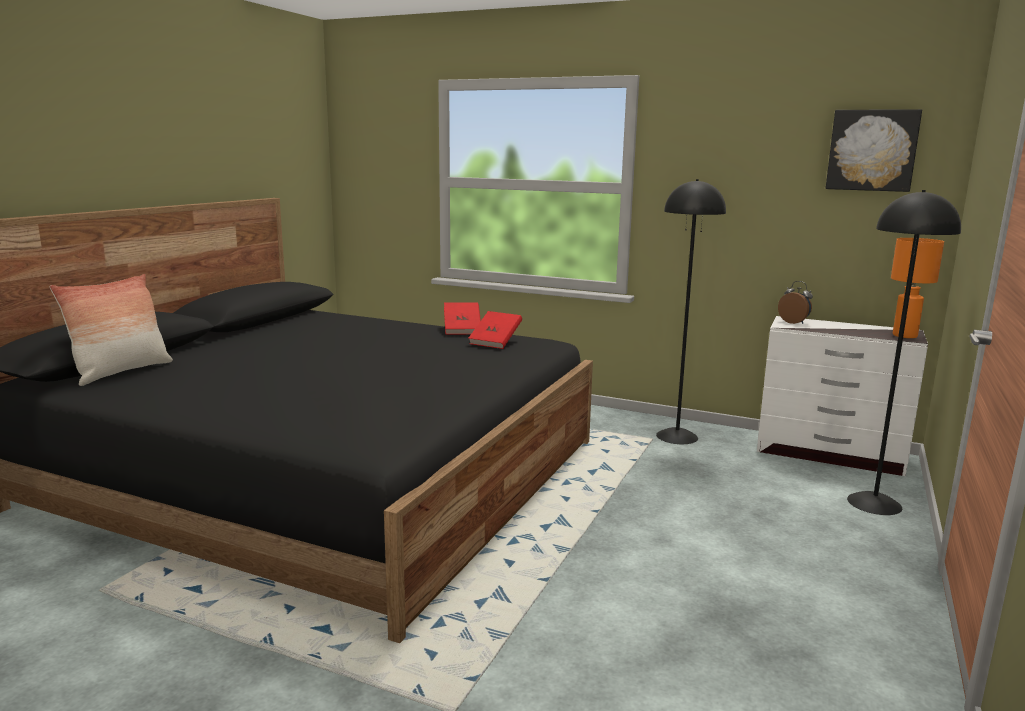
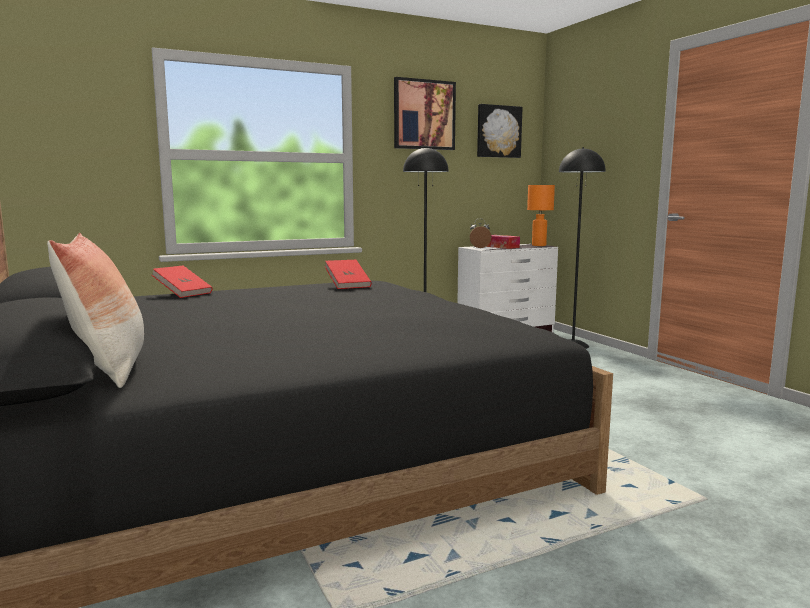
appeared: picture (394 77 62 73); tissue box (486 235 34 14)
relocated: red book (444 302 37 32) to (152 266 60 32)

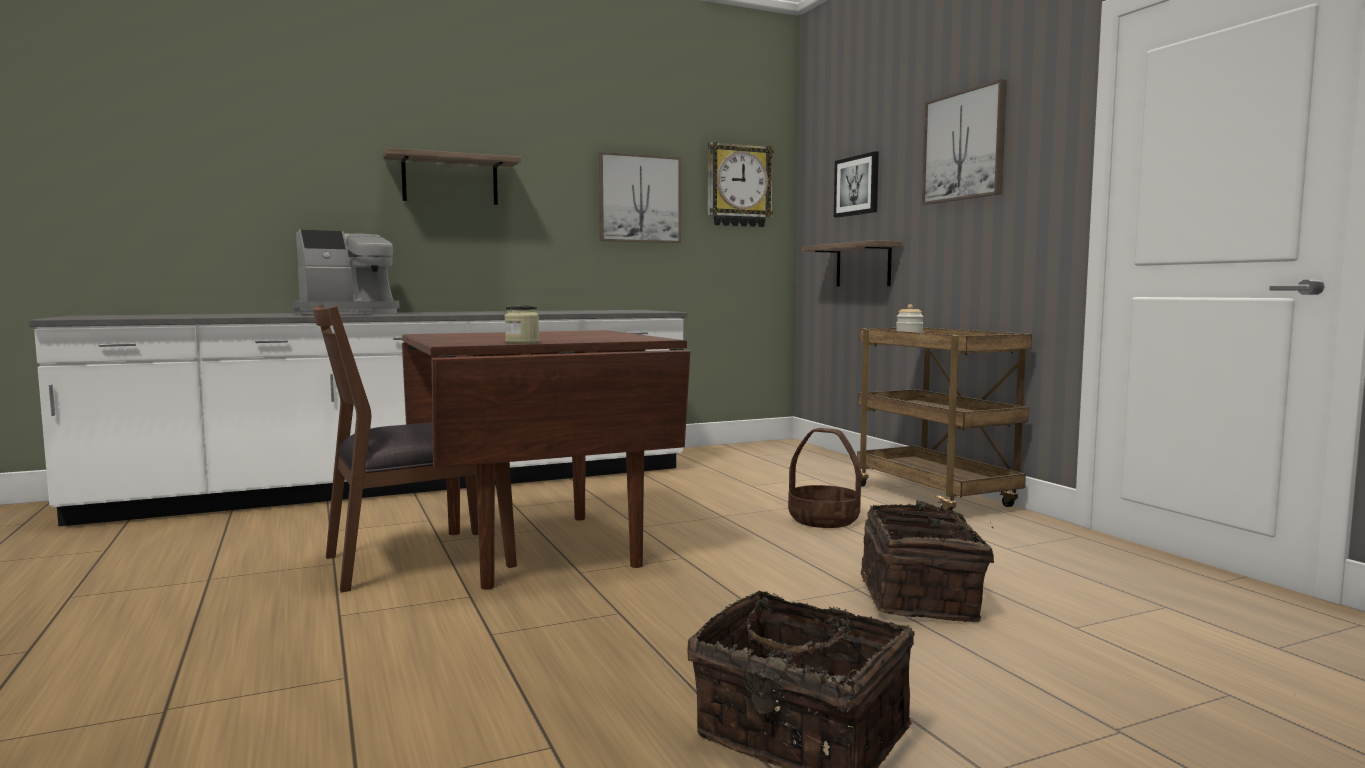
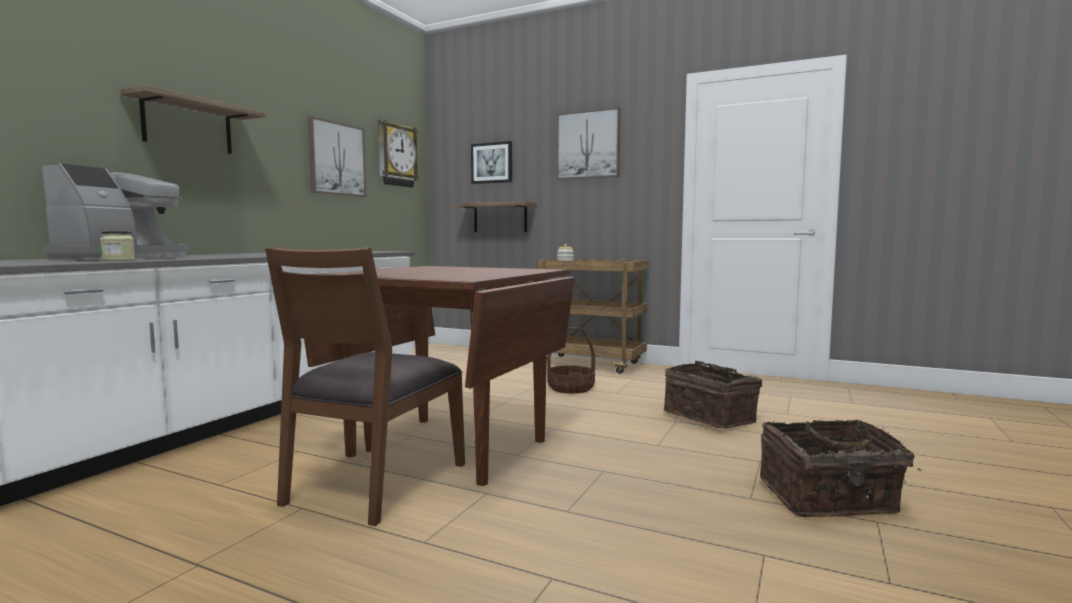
relocated: jar (505 306 34 37) to (100 231 35 30)

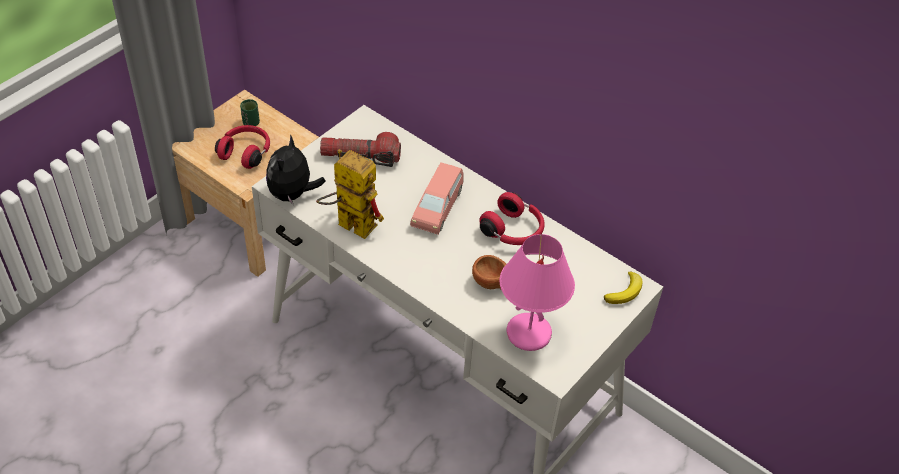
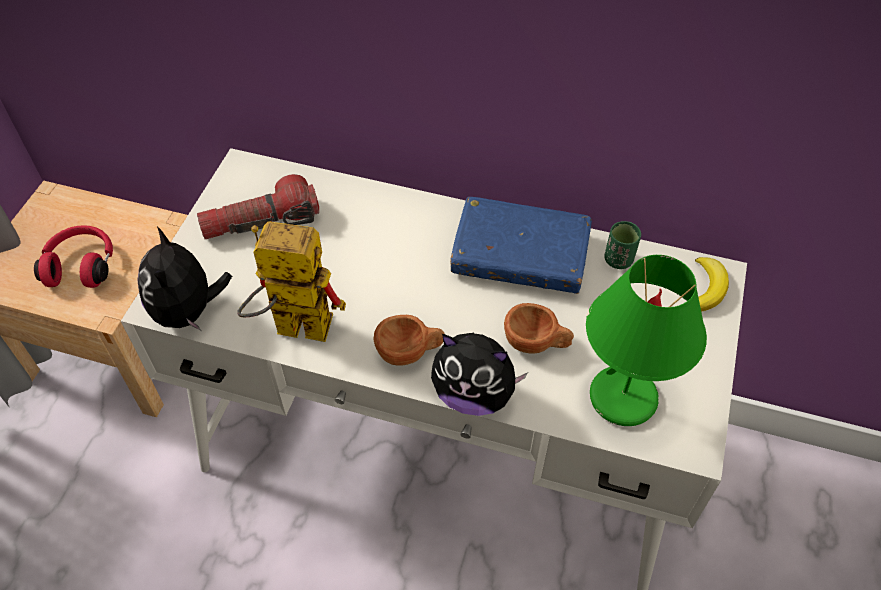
missing: pink toy car (410 162 54 72)
appeared: brown cup (373 315 71 51); plush toy (431 332 97 84)
relocated: green cup (240 99 20 27) to (604 221 37 48)
exchanged: red headphones (479 192 65 53) to blue book (450 197 142 97)
colour: pink table lamp (499 234 76 117) to green table lamp (586 255 121 171)

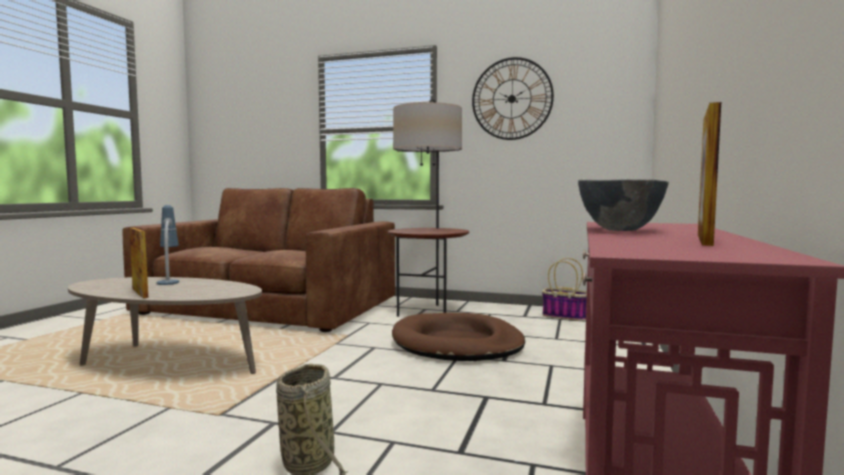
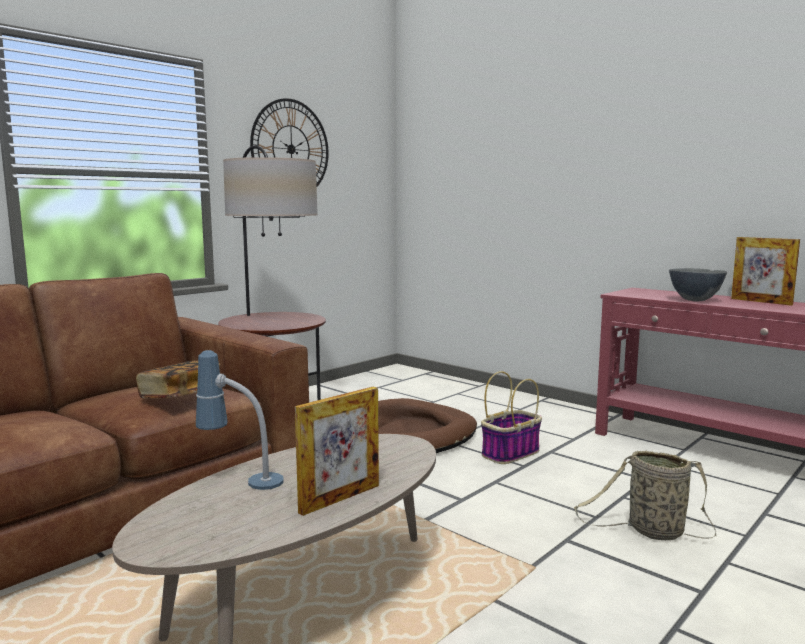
appeared: book (136 361 85 37)
relocated: basket (542 258 45 63) to (481 371 61 93)
spun: picture frame (129 228 19 70) = (295 387 84 129) 150 degrees clockwise

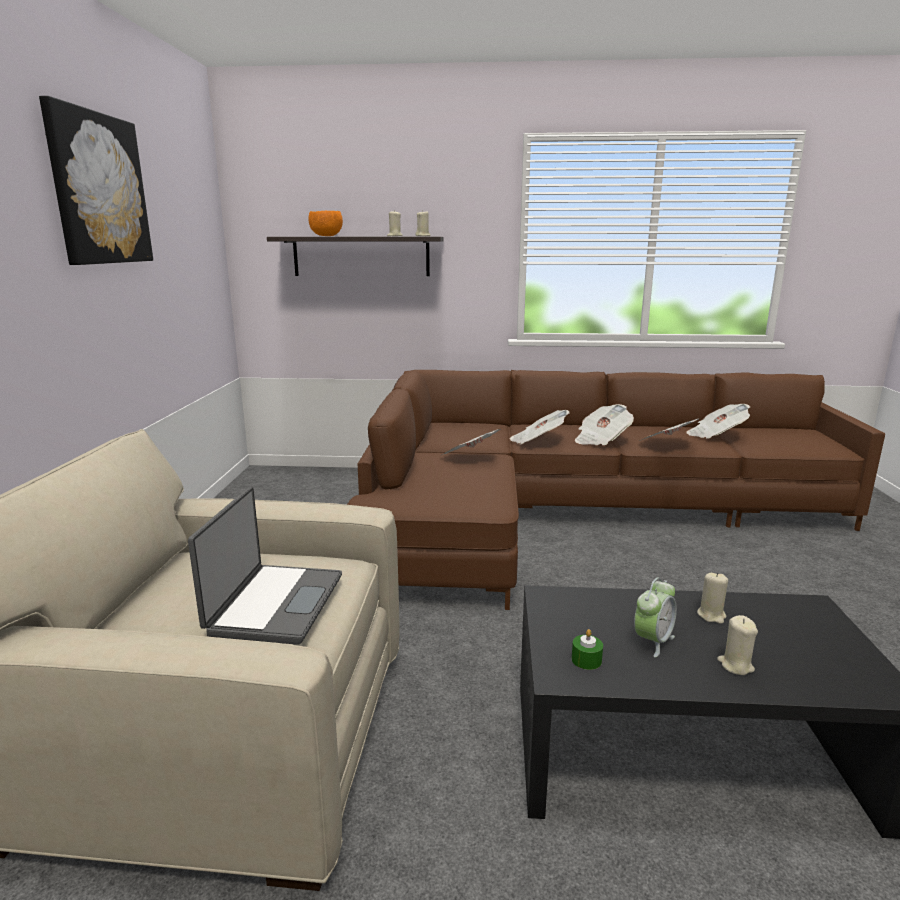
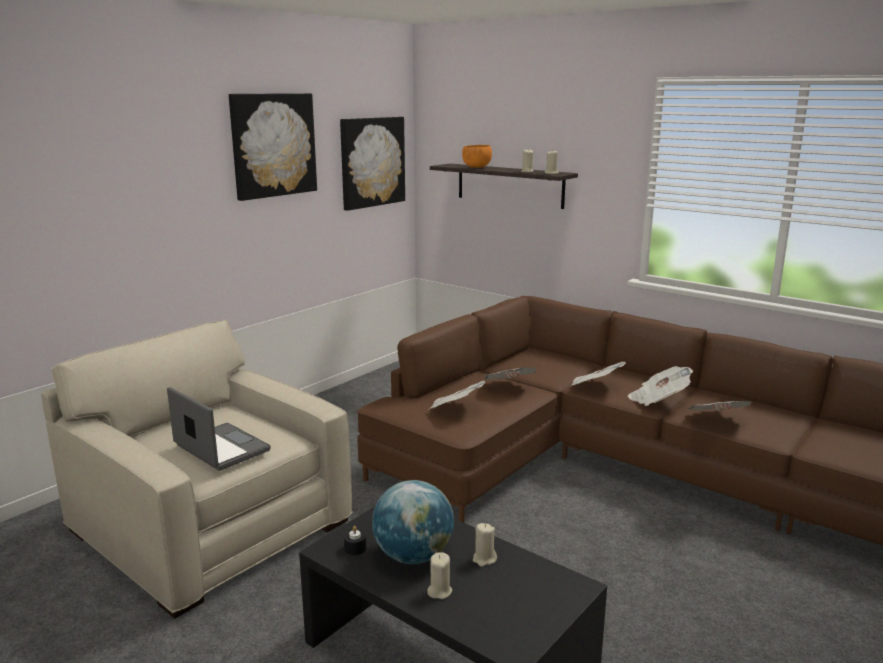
appeared: picture (340 117 65 94)
relocated: newspaper (686 404 64 35) to (428 381 57 29)
exchanged: alarm clock (634 578 43 79) to globe (372 480 82 84)
colour: green candle (572 629 31 41) to black candle (344 526 22 29)
spun: laptop (188 487 154 158) = (167 387 104 84) 90 degrees counterclockwise

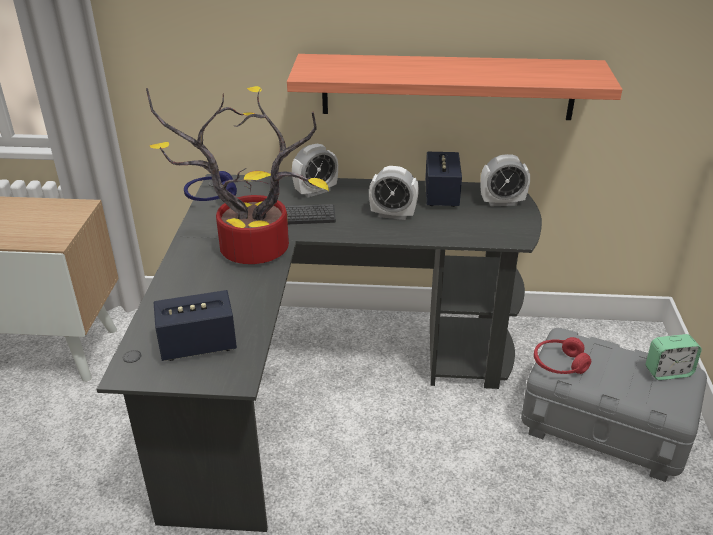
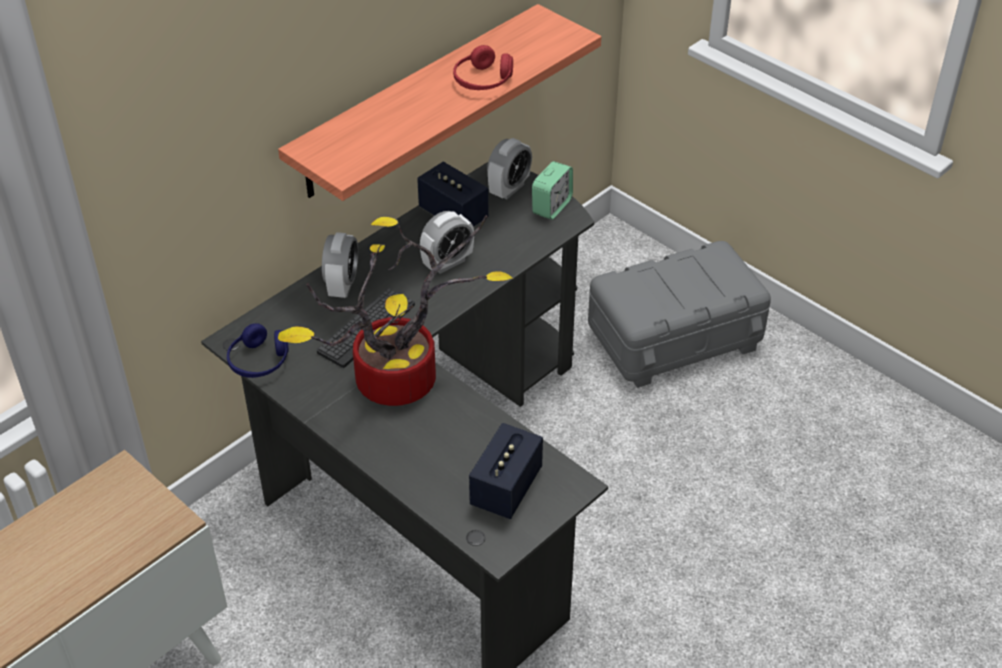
relocated: red headphones (534 337 57 37) to (453 45 60 45); alarm clock (646 334 56 46) to (532 161 41 59)

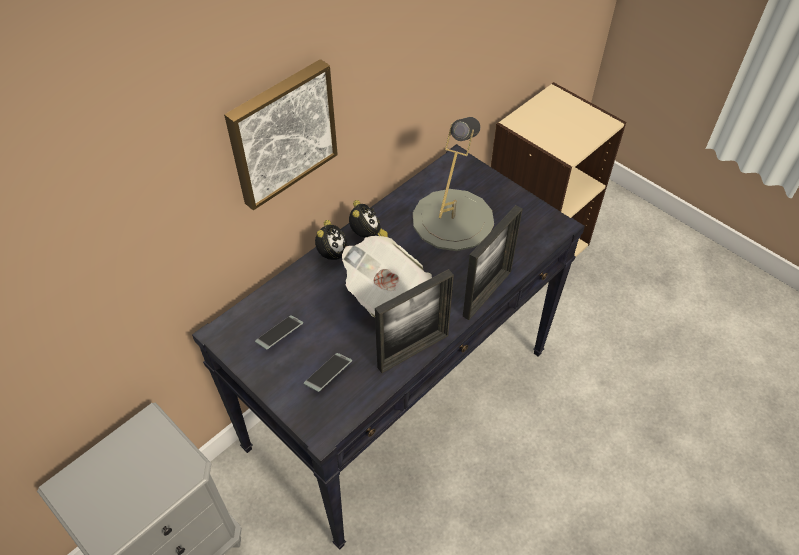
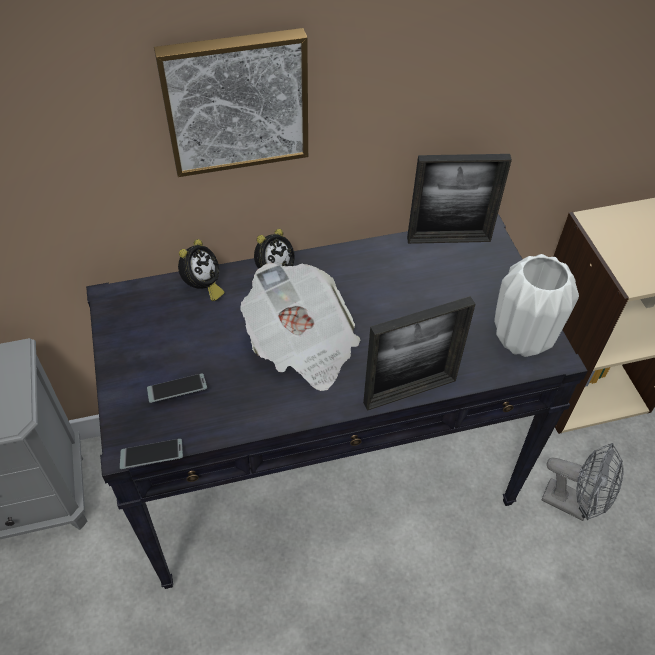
missing: grey table lamp (413 117 81 134)
appeared: white vase (494 254 85 103); grey fan (541 443 83 78)
relocated: phone (255 315 48 34) to (120 439 63 30); alarm clock (349 200 39 37) to (178 239 46 62); picture frame (375 269 79 104) to (407 154 105 90)

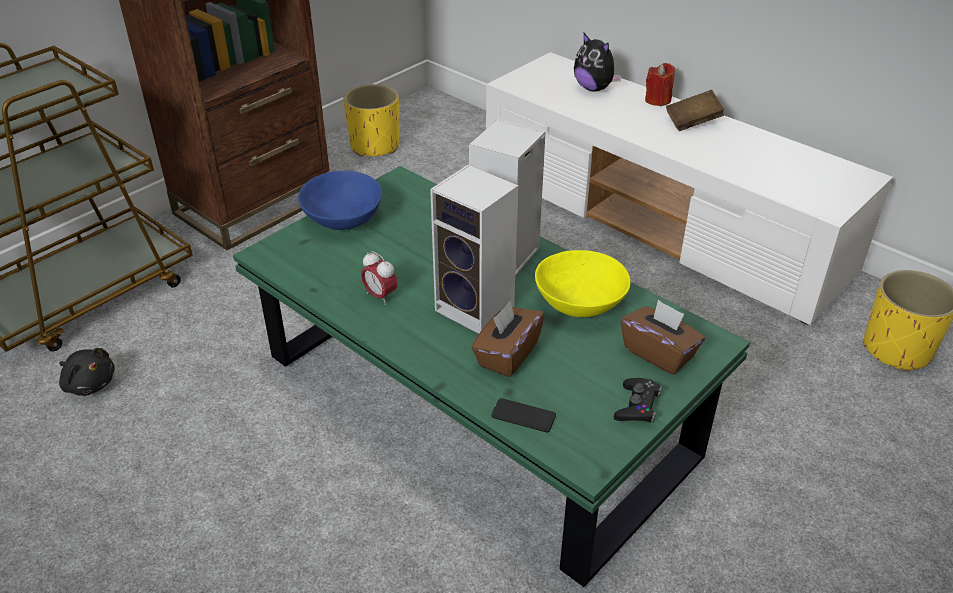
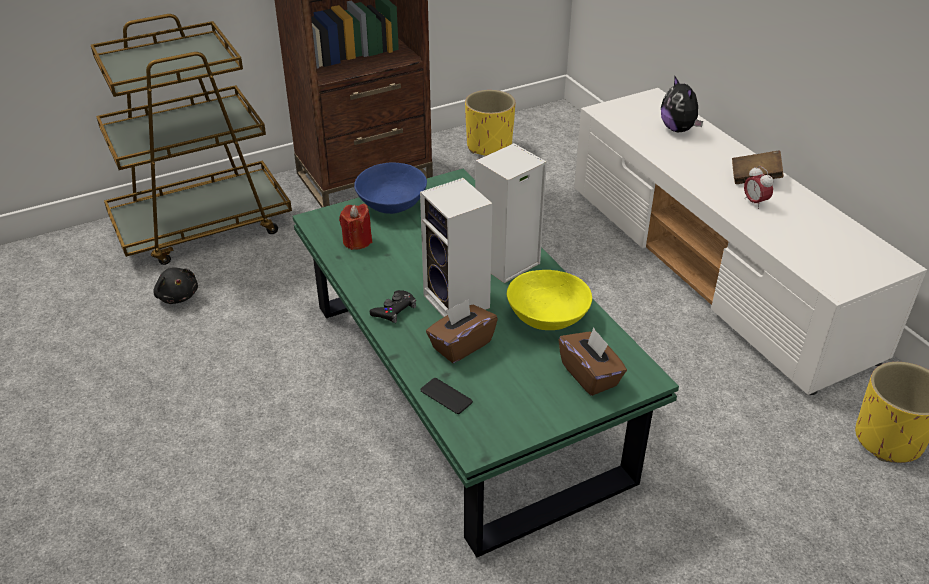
relocated: alarm clock (361 251 37 54) to (744 166 29 43); black game controller (614 378 48 45) to (370 290 46 33); red candle (645 63 30 43) to (339 204 33 46)

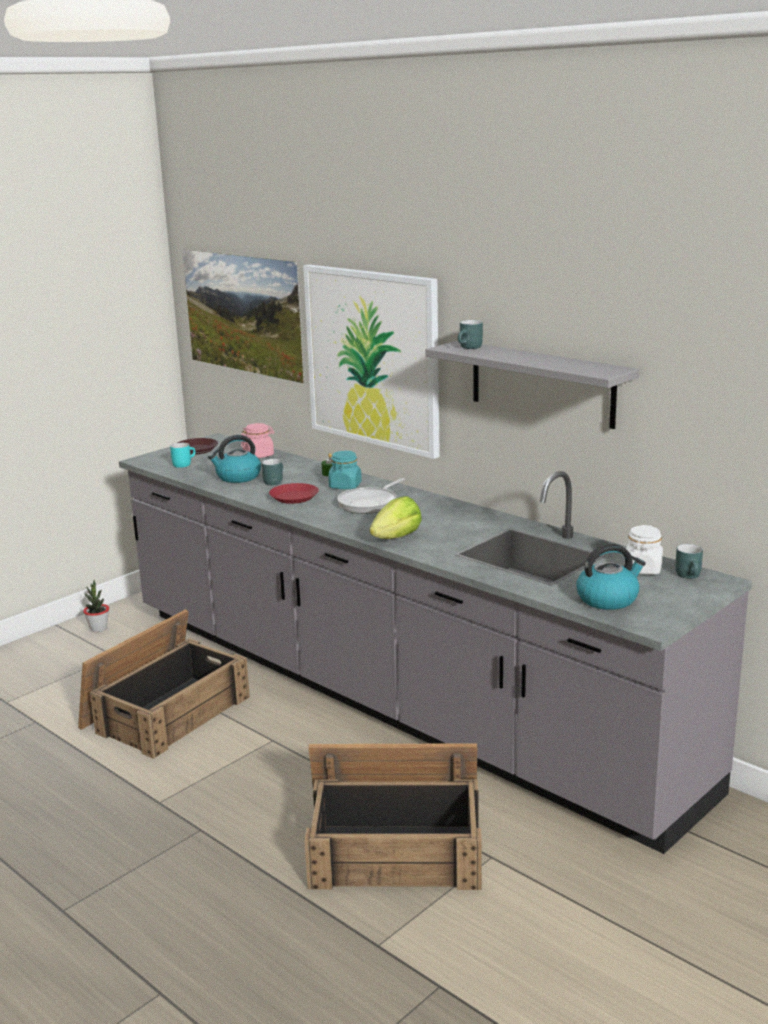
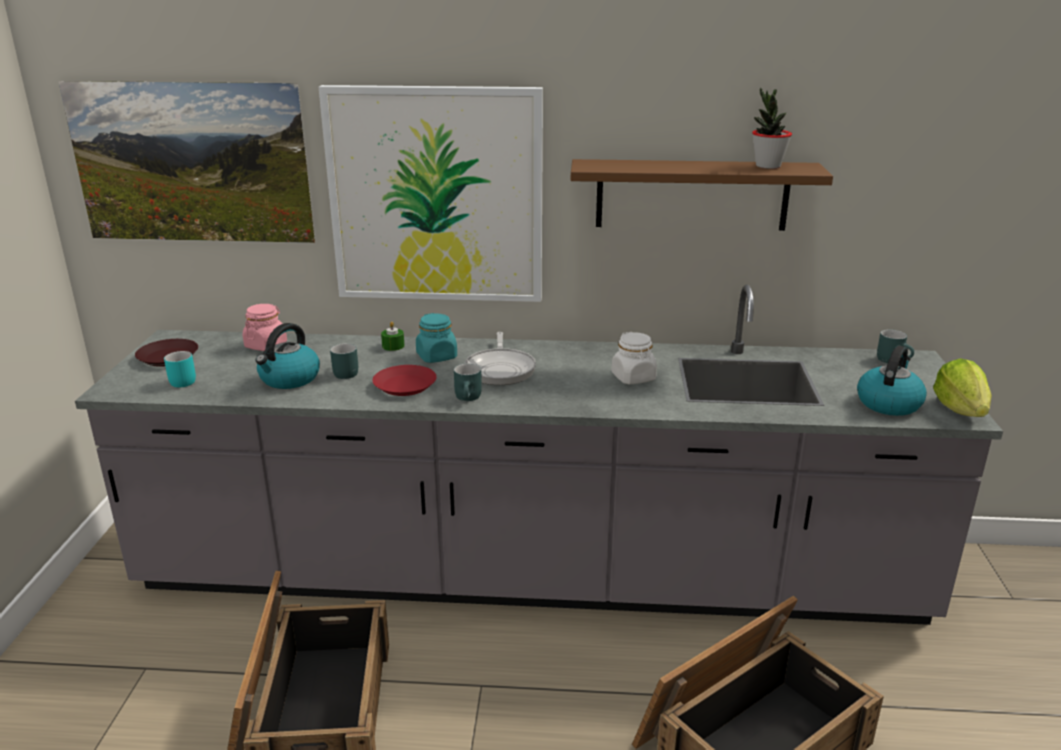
relocated: potted plant (83 580 26 52) to (752 88 40 81); lettuce (370 496 52 43) to (933 358 59 59); turquoise mug (458 320 25 29) to (454 363 28 38); white jar (624 525 39 50) to (612 332 45 52)
colour: grey shelf (426 341 213 88) to brown shelf (571 159 262 72)

